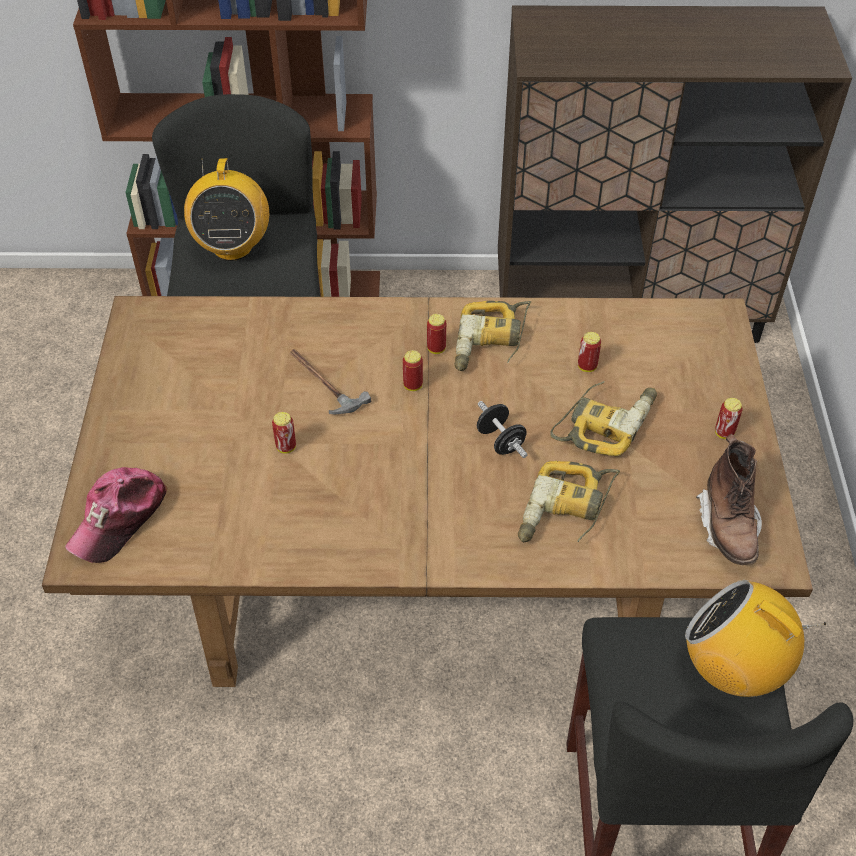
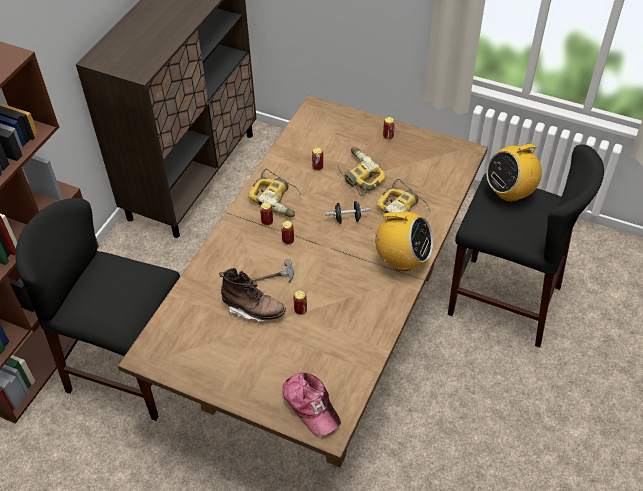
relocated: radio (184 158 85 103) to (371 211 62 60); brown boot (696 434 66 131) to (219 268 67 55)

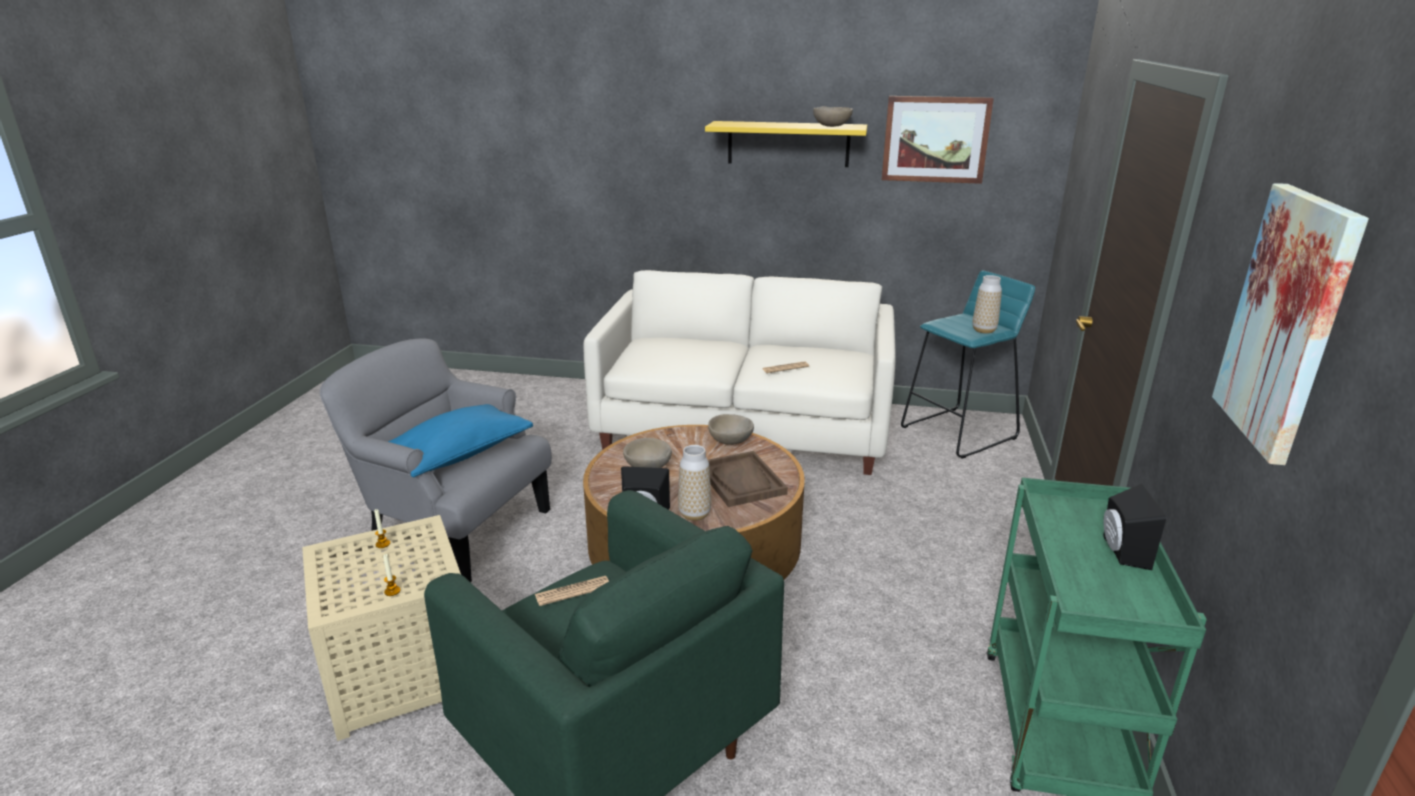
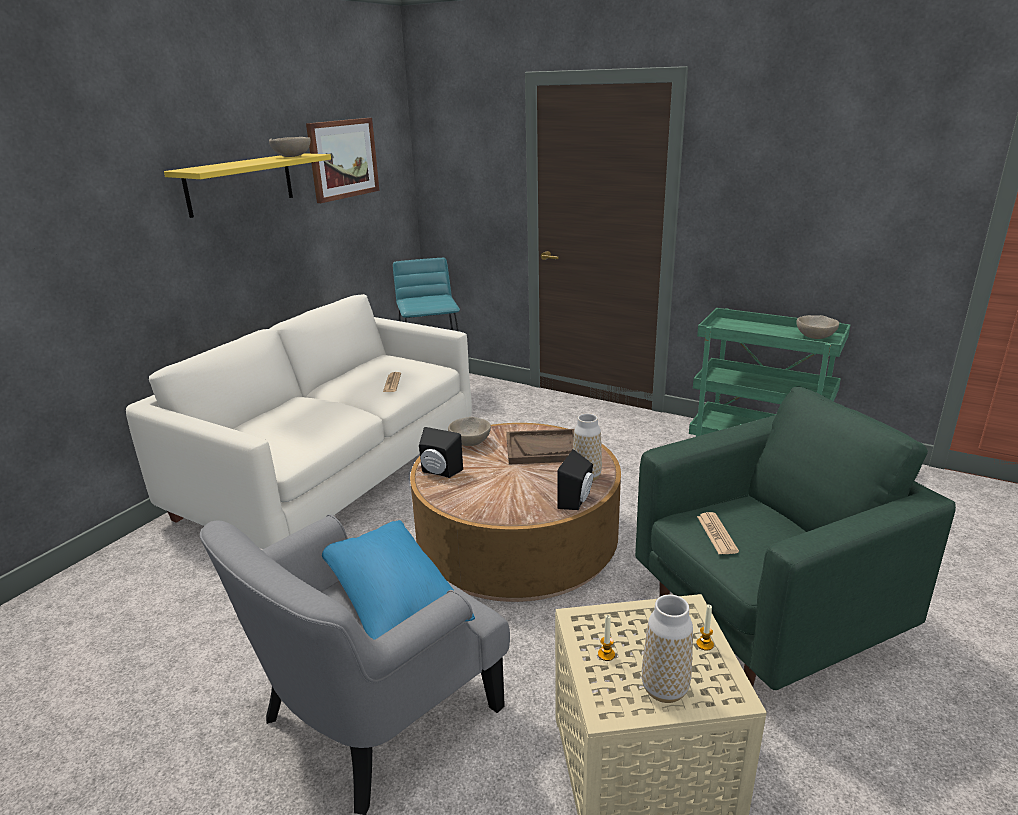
missing: picture (1212 183 157 282)
relocated: beige bowl (623 438 49 30) to (796 315 43 24); vase (973 275 29 59) to (642 595 51 108); black speaker (1103 484 63 86) to (419 427 44 51)

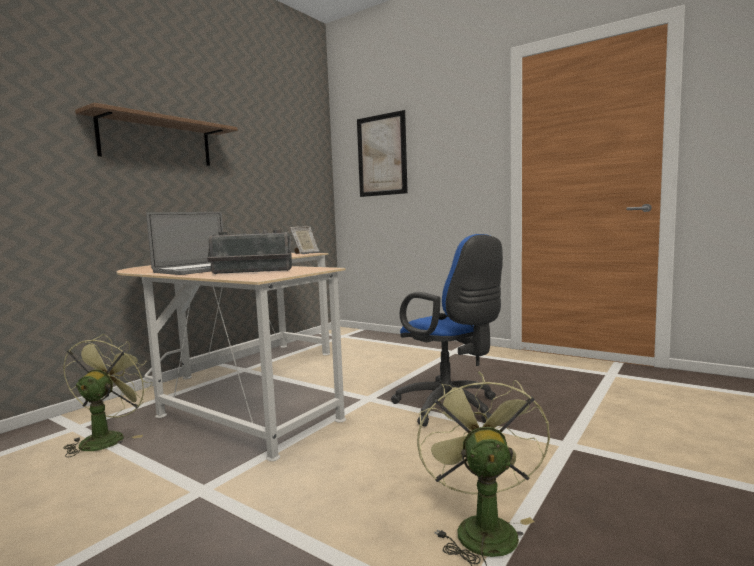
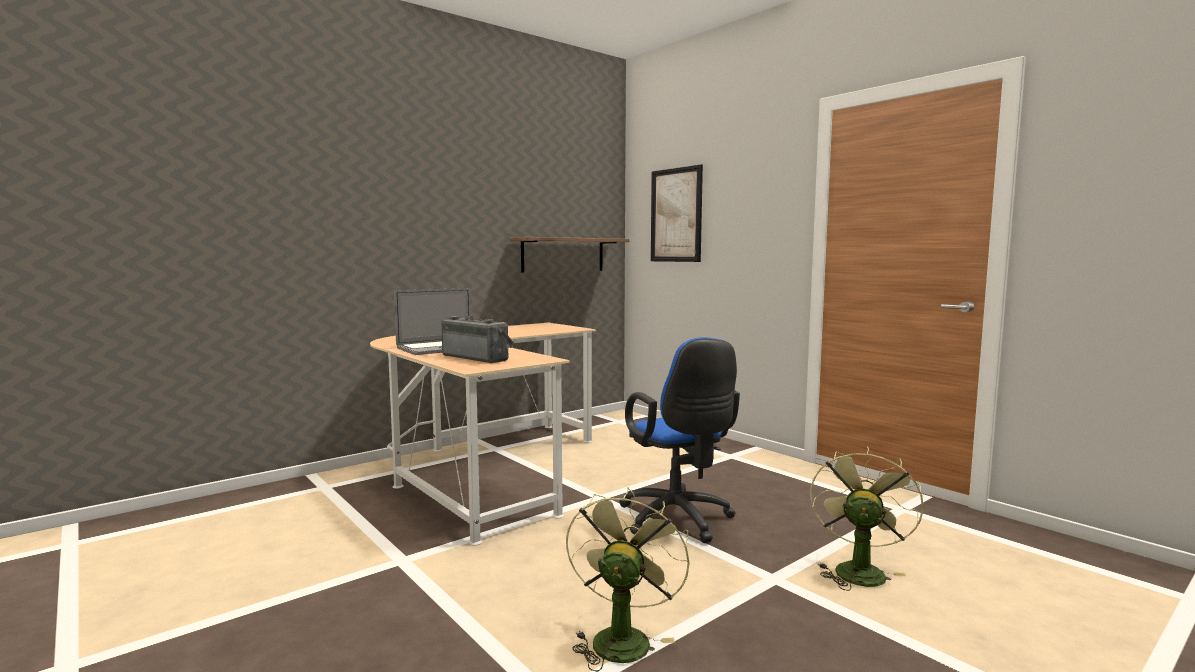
missing: picture frame (290 226 29 28)
relocated: green fan (63 334 89 123) to (810 446 114 145); shelf (75 103 163 63) to (510 237 120 36)
spun: radio (207 229 85 45) = (441 315 73 48) 150 degrees counterclockwise

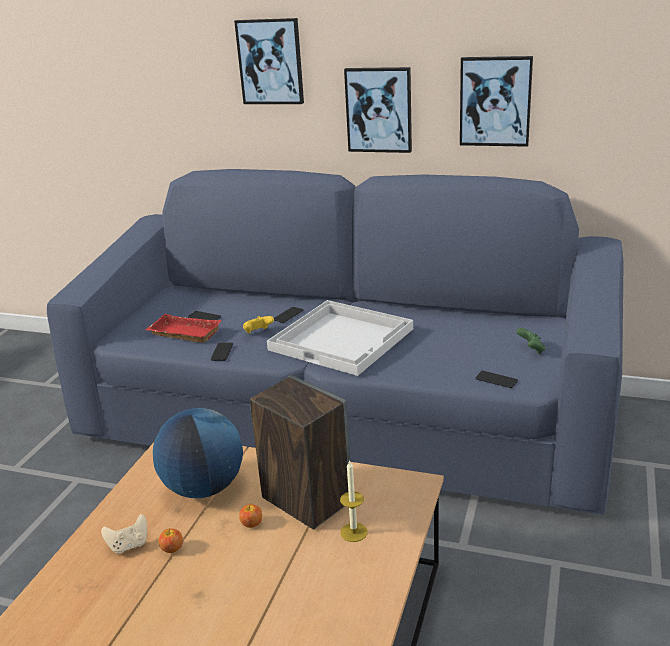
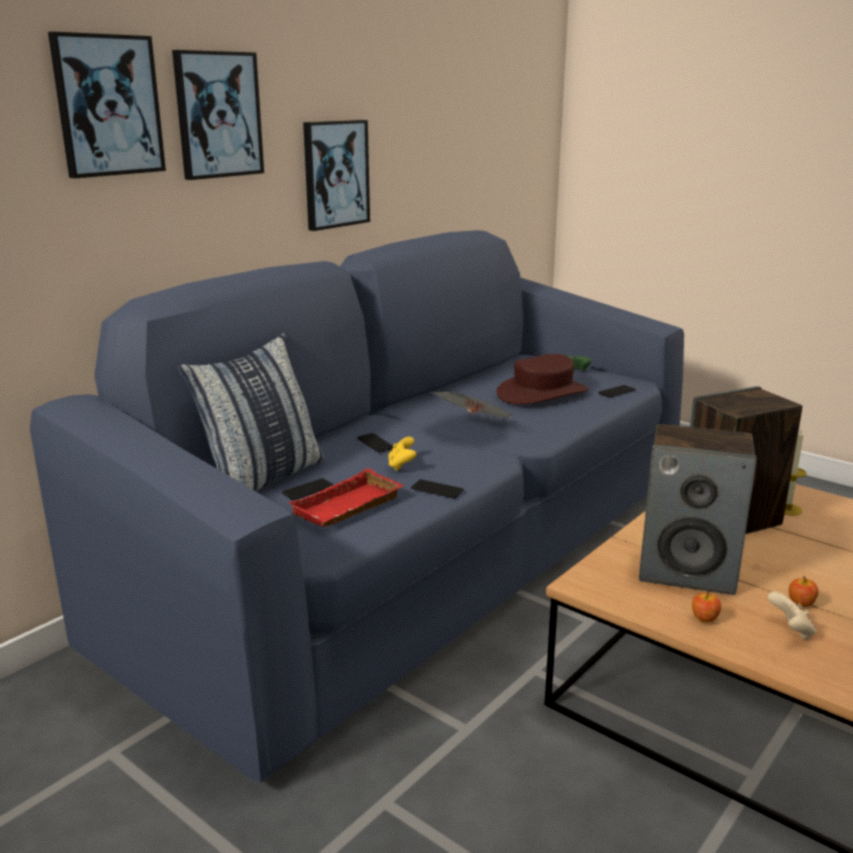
appeared: pillow (178 333 147 158); brown hat (496 354 93 50)
relocated: apple (239 504 23 24) to (692 591 29 31); picture (460 56 73 91) to (48 32 118 146)
exchanged: globe (153 408 90 90) to speaker (639 424 118 171); white tray (267 300 146 76) to newspaper (429 392 84 26)

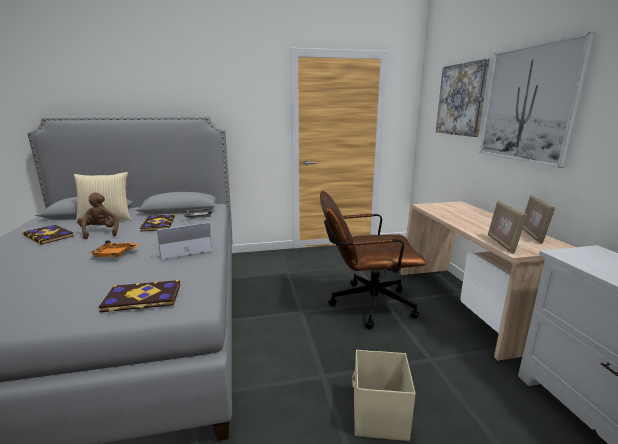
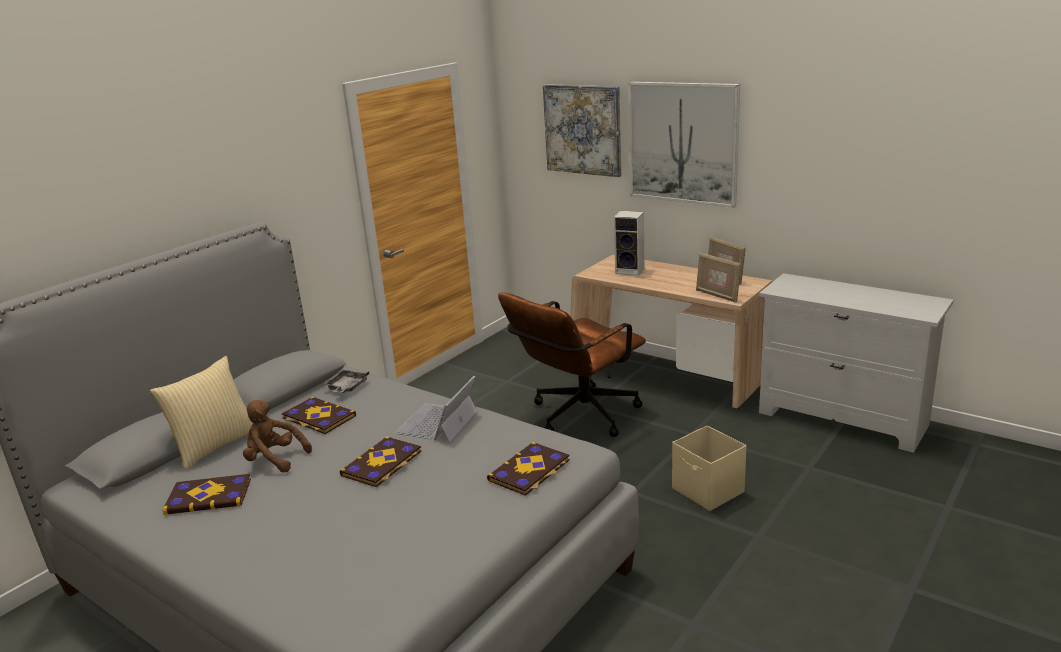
appeared: speaker (614 211 31 65)
exchanged: orange tray (88 240 51 17) to book (339 436 83 51)

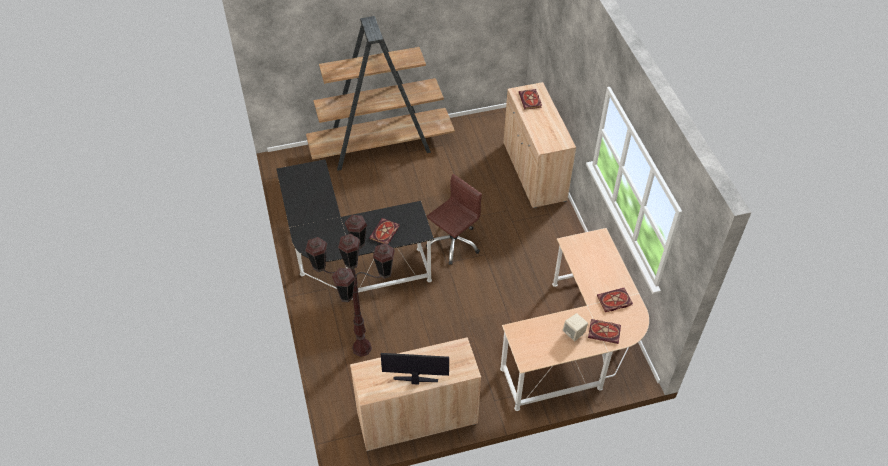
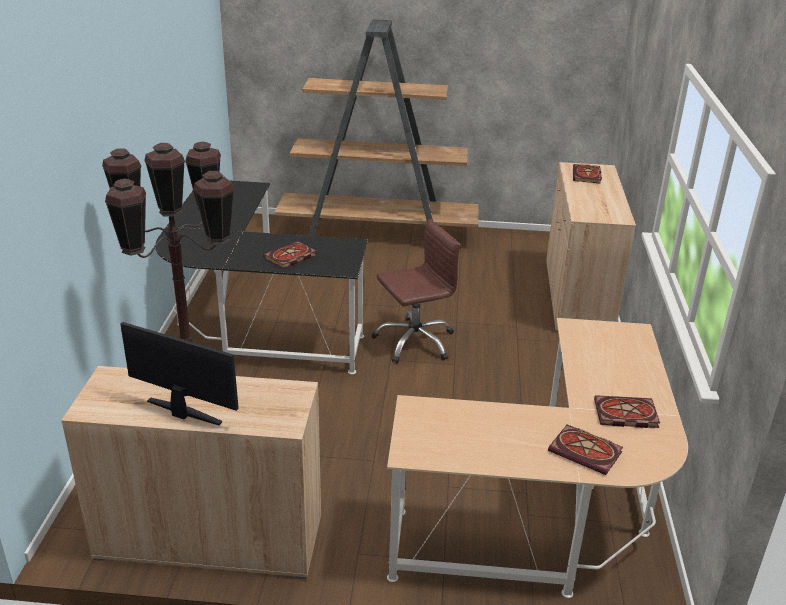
missing: beige speaker (563 313 25 28)

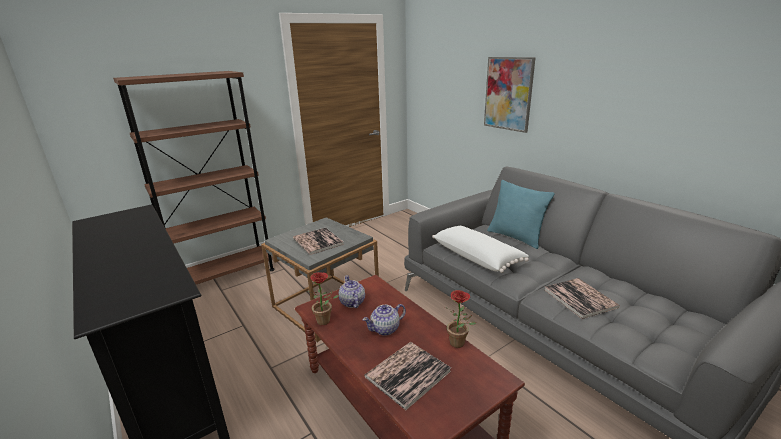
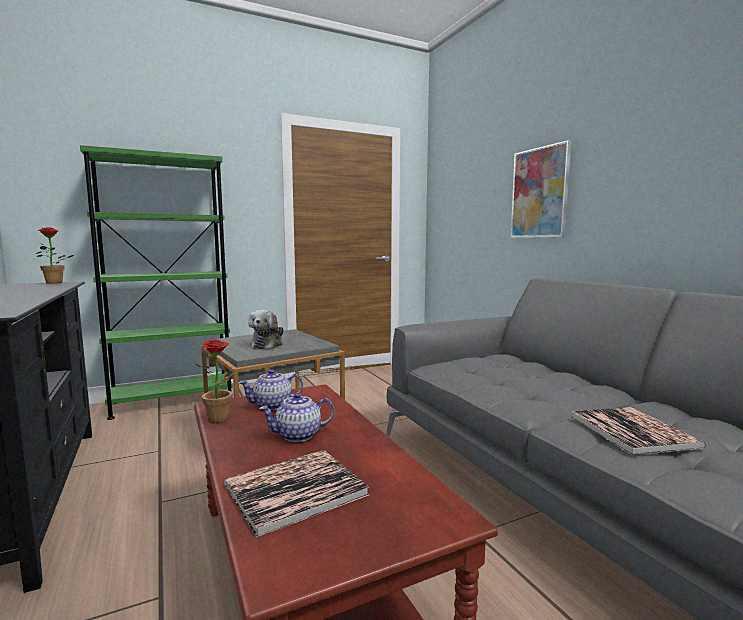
missing: white pillow (432 226 97 47); turquoise pillow (487 180 67 69)
relocated: potted plant (445 290 31 58) to (36 227 38 57)
exchanged: book (293 227 51 28) to plush toy (248 310 36 39)
colour: brown bookcase (113 71 162 213) to green bookcase (80 145 153 275)
spun: teapot (339 275 26 33) = (239 369 64 41) 105 degrees counterclockwise

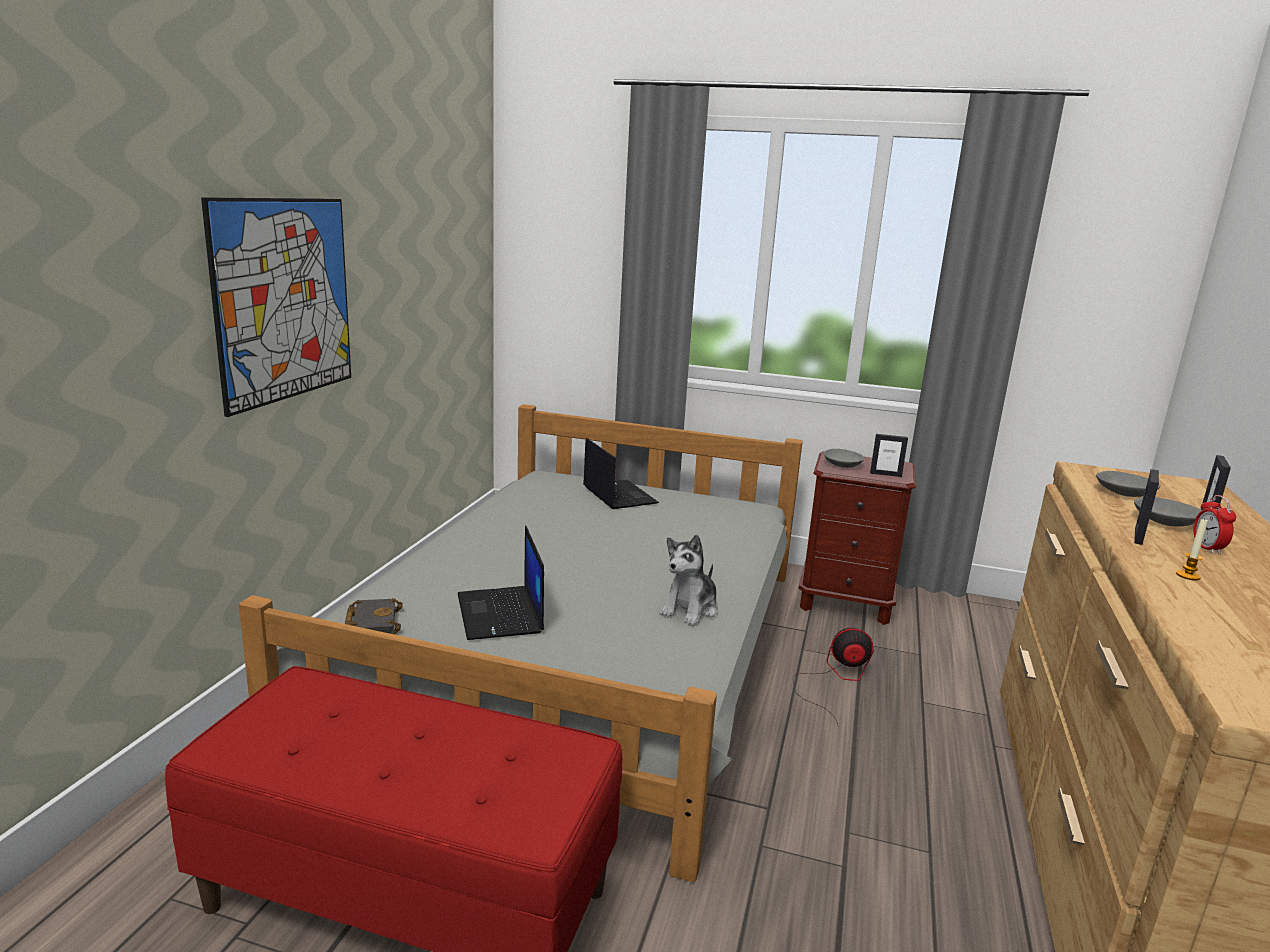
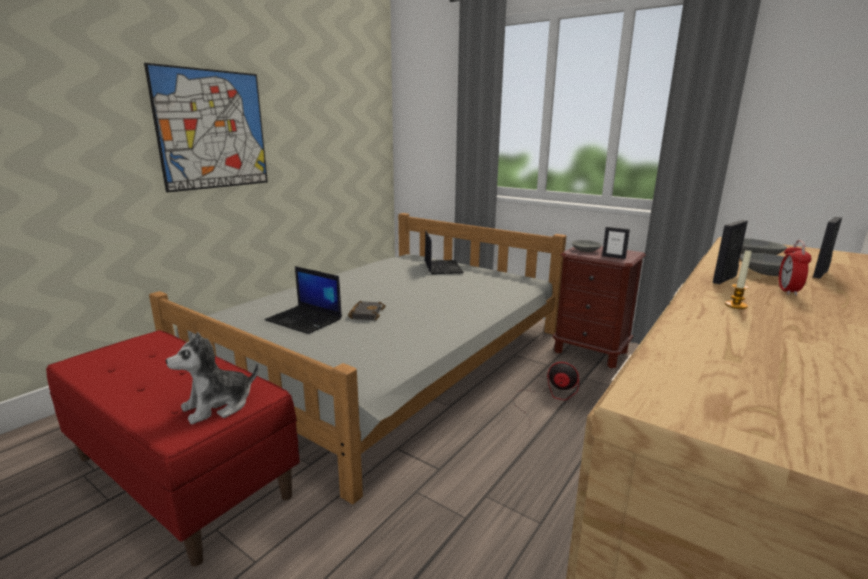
relocated: black book (345 598 58 36) to (348 301 38 19); plush toy (660 534 58 92) to (166 332 93 92)
spun: laptop (458 525 86 115) = (265 266 77 68) 60 degrees counterclockwise

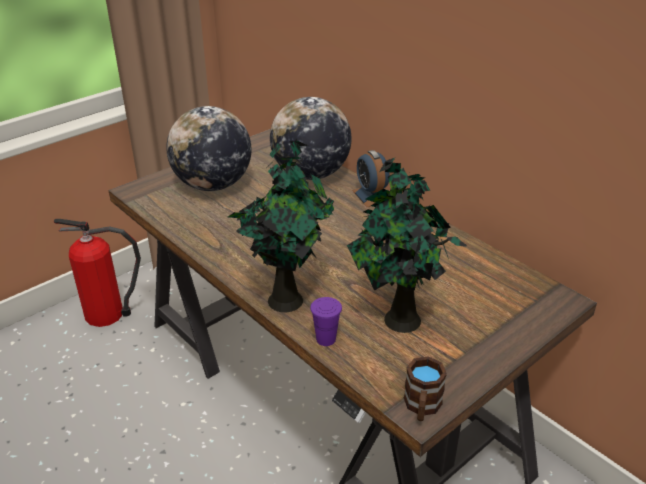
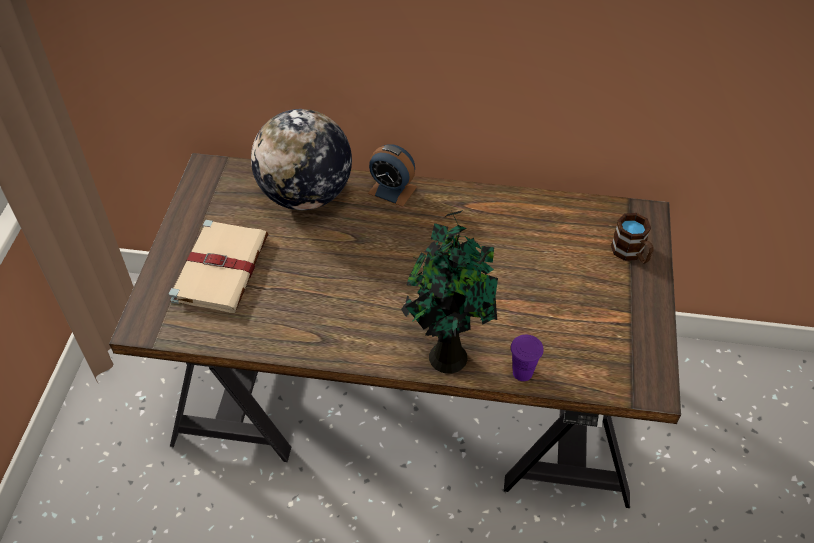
missing: fire extinguisher (54 219 87 108); potted plant (347 158 120 175)
relocated: brown mug (404 356 43 65) to (611 213 43 51)
exchanged: globe (166 106 85 85) to beige book (169 220 99 93)

